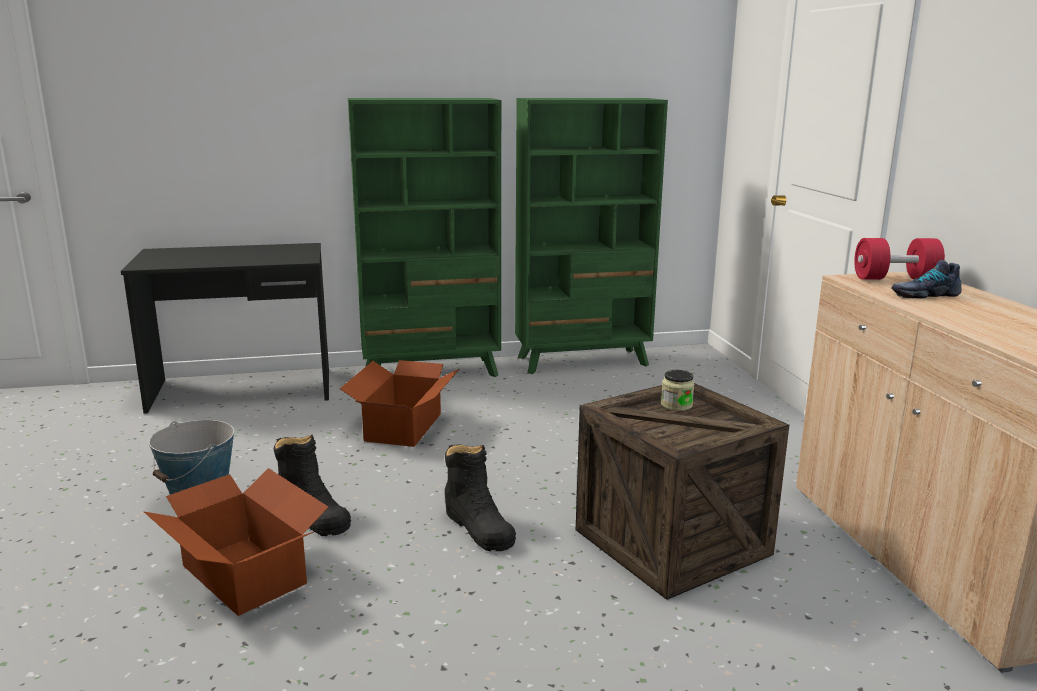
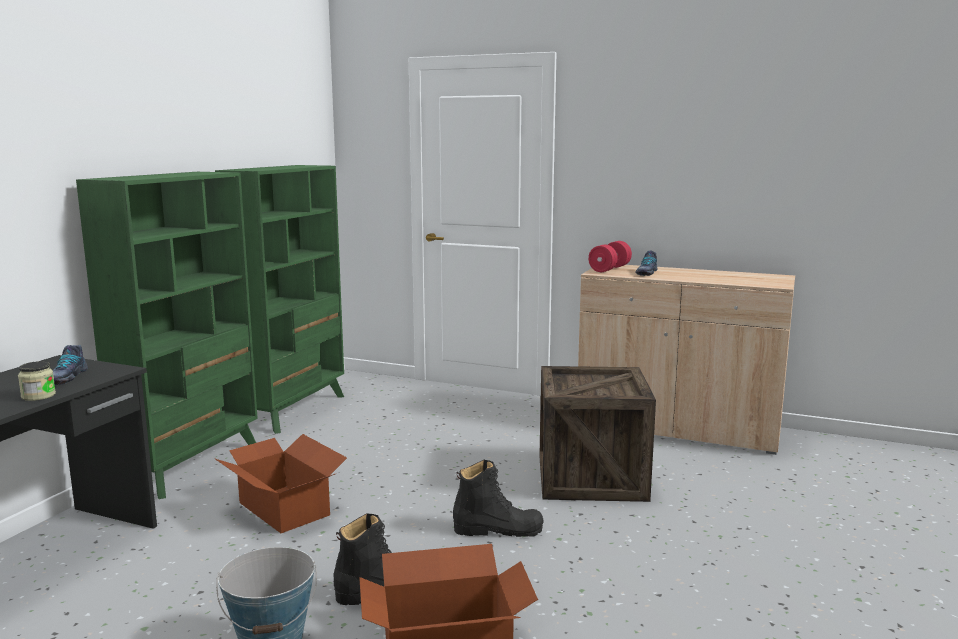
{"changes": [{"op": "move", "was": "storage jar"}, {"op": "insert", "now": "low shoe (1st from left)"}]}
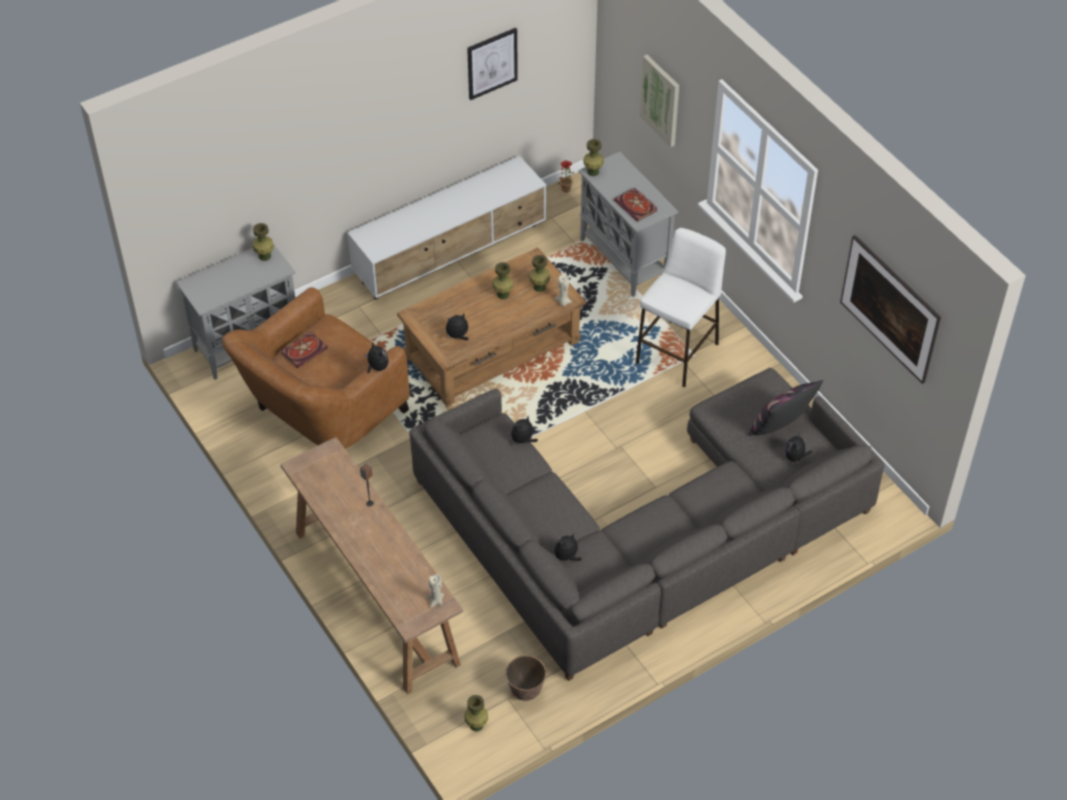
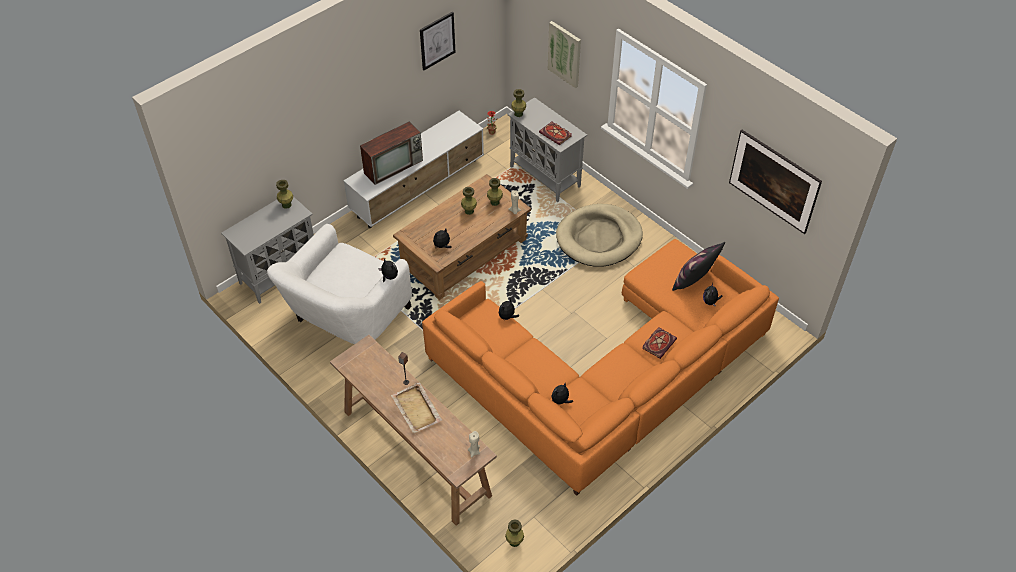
{"changes": [{"op": "recolor", "was": "armchair in brown-coloured", "now": "armchair in whitish"}, {"op": "move", "was": "volume (1st from left in the first image)", "now": "volume (2nd from left)"}, {"op": "recolor", "was": "couch in grey", "now": "couch in orangey"}, {"op": "delete", "was": "flower pot"}, {"op": "replace", "was": "stool in whitish", "now": "dog cushion in sand-coloured"}, {"op": "insert", "now": "television"}, {"op": "insert", "now": "serving tray in sand-coloured"}]}
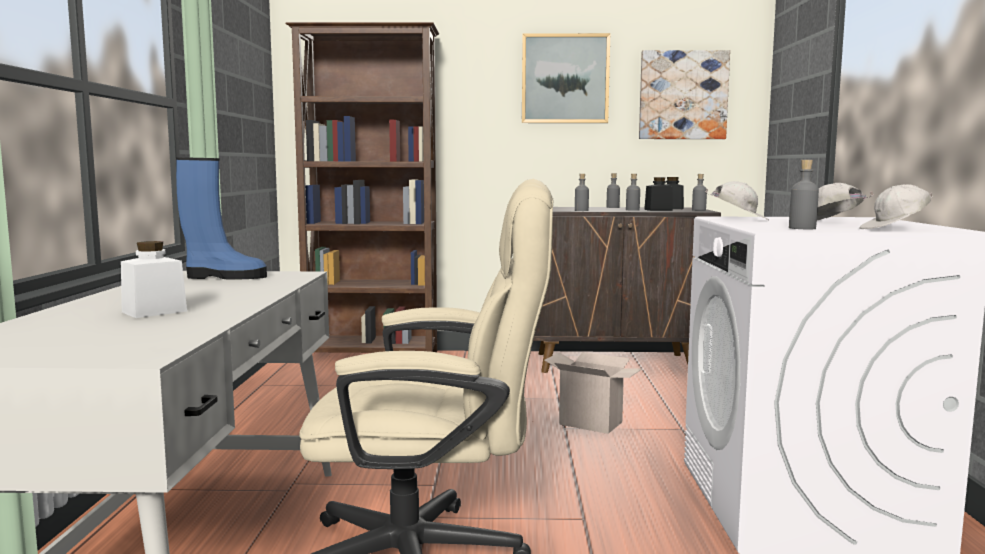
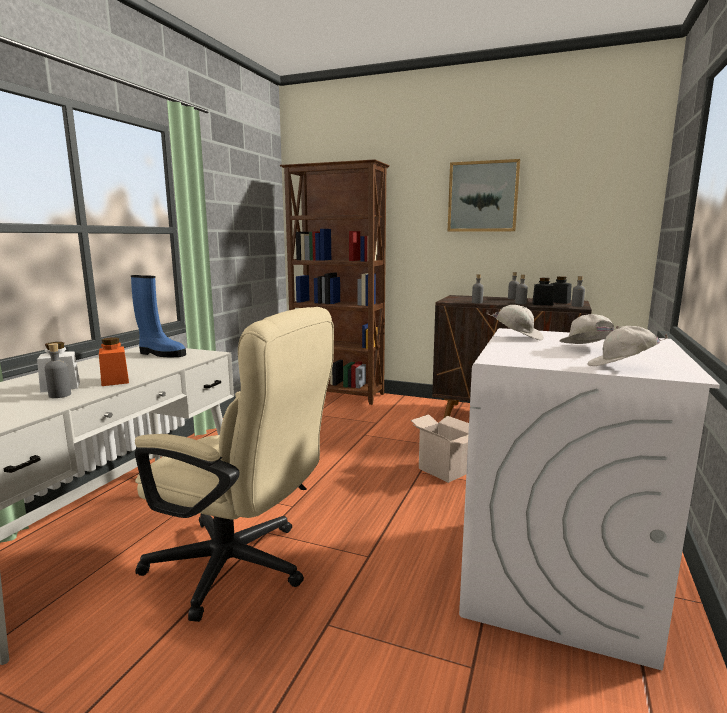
{"changes": [{"op": "delete", "was": "wall picture (2nd from left)"}, {"op": "move", "was": "bottle in grey (5th from left in the first image)", "now": "bottle in grey (1st from left)"}, {"op": "insert", "now": "storage jar in orangey"}]}
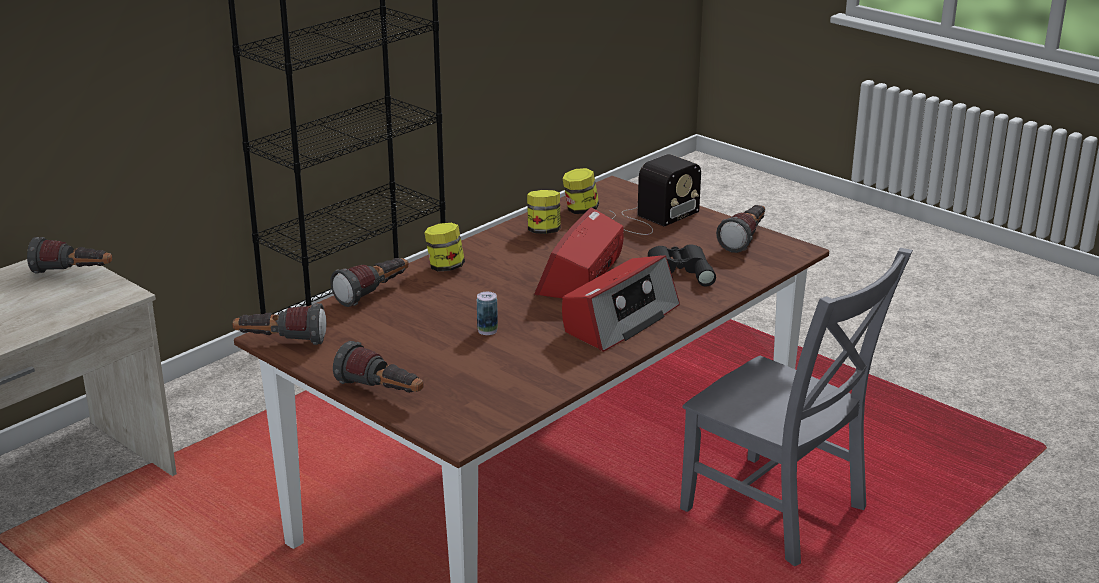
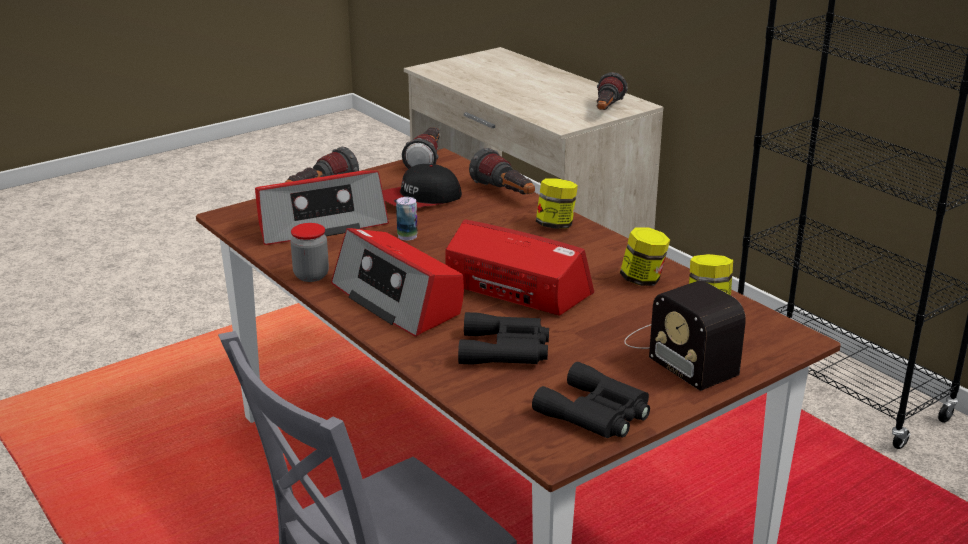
{"changes": [{"op": "replace", "was": "torch (5th from left)", "now": "pair of binoculars in blackish (2nd from left)"}, {"op": "insert", "now": "radio (1st from left)"}, {"op": "insert", "now": "storage jar (1st from left)"}, {"op": "insert", "now": "peaked cap"}]}
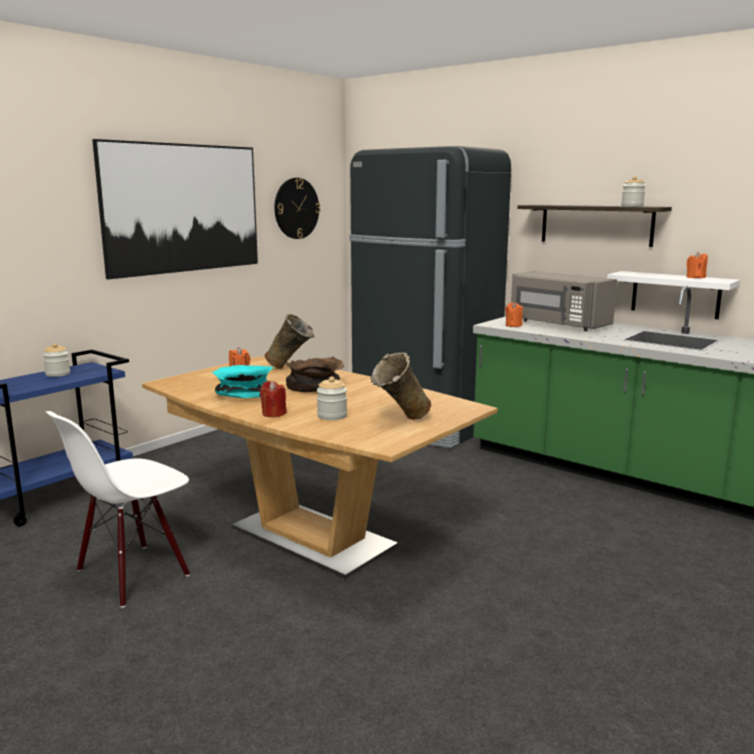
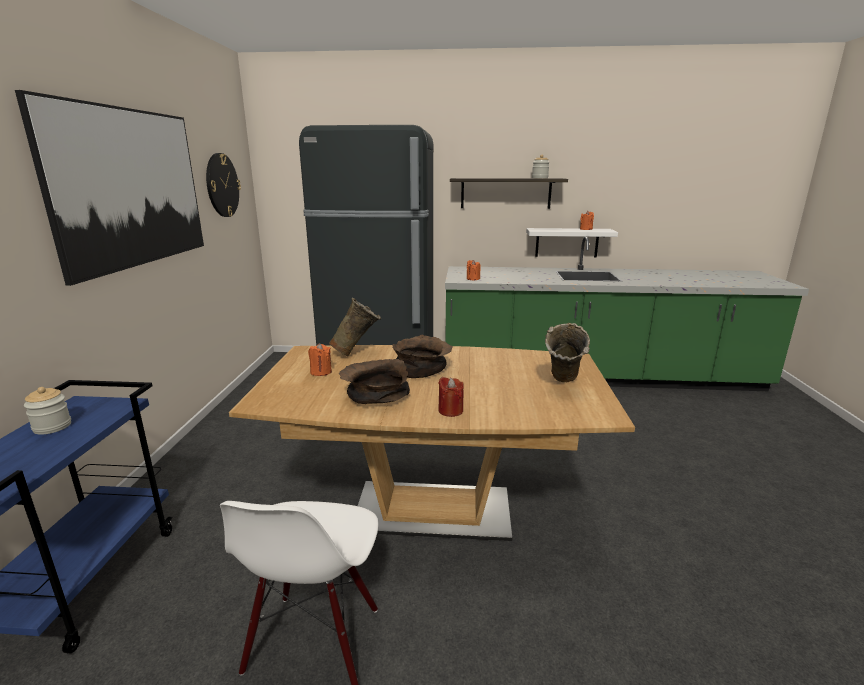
{"changes": [{"op": "recolor", "was": "serving bowl in blue-green", "now": "serving bowl in brown-coloured (1st from left)"}, {"op": "delete", "was": "storage jar (2nd from left)"}, {"op": "delete", "was": "microwave oven in grey"}]}
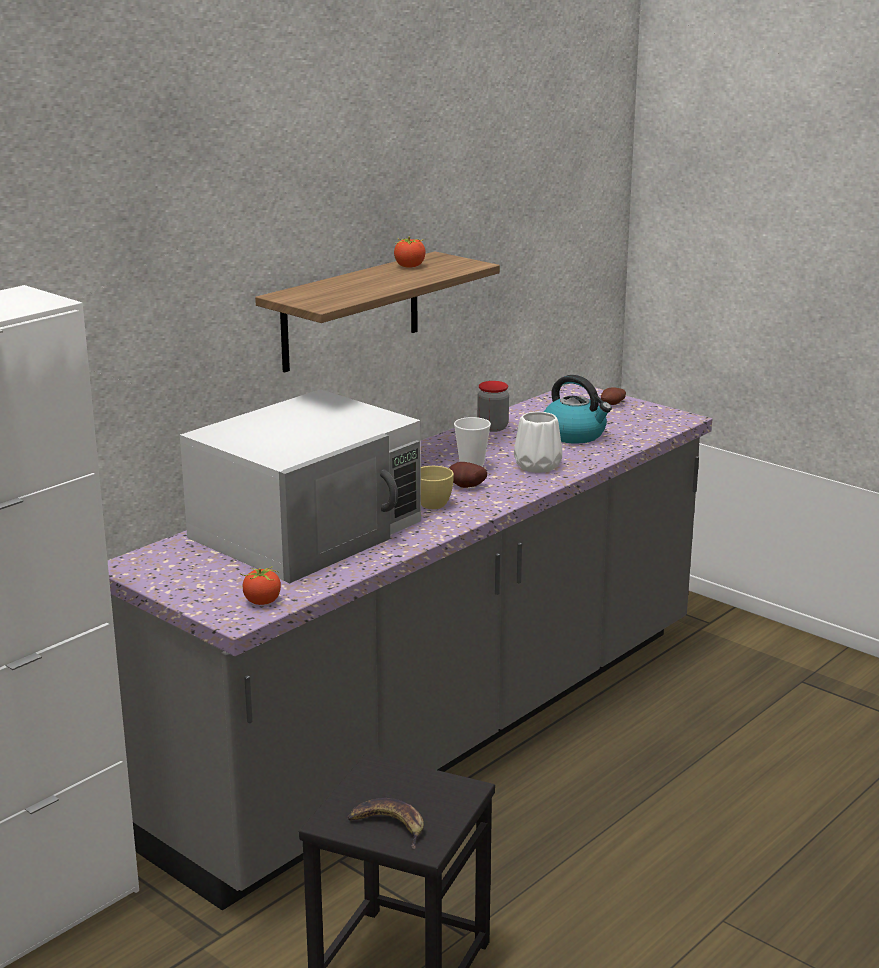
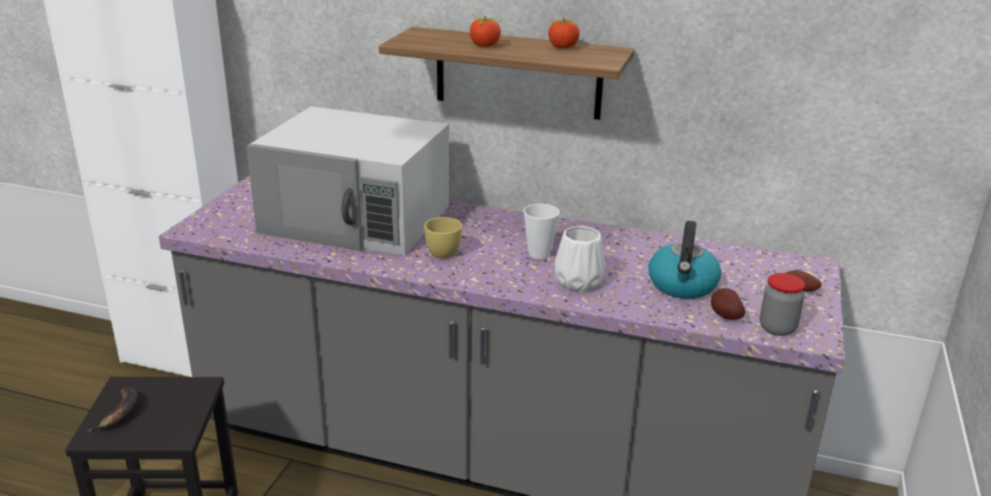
{"changes": [{"op": "move", "was": "tomato (1st from left)"}, {"op": "move", "was": "whole potato (1st from left)"}, {"op": "move", "was": "storage jar"}]}
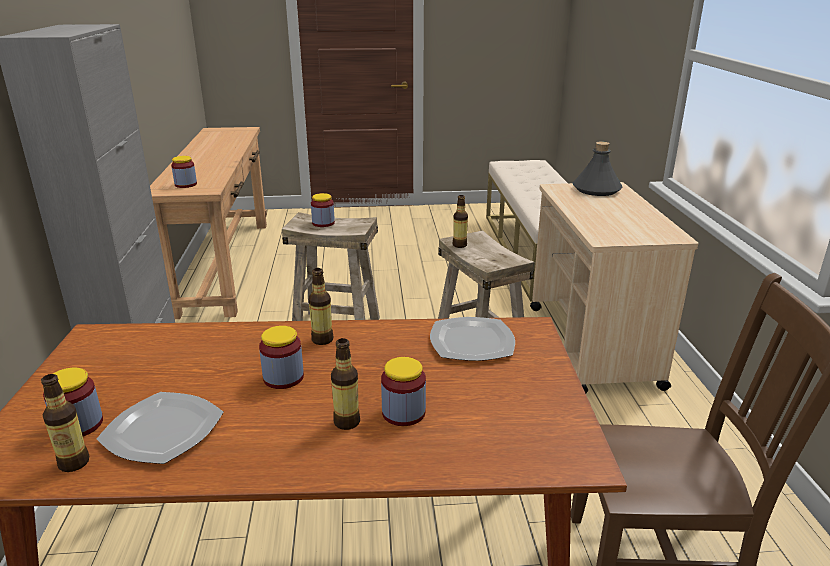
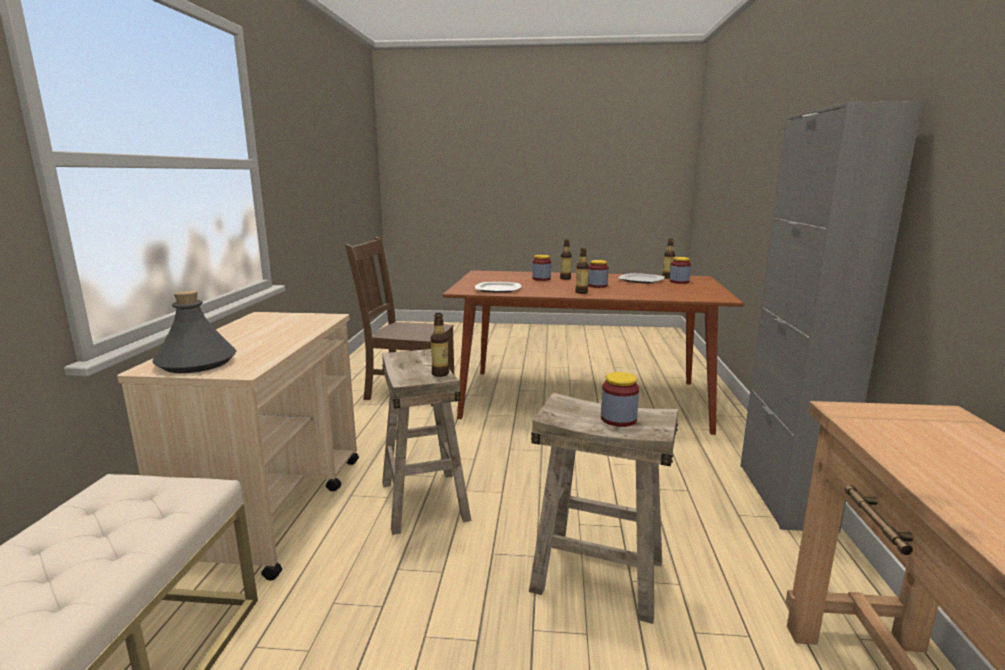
{"changes": [{"op": "delete", "was": "storage jar (2nd from left)"}]}
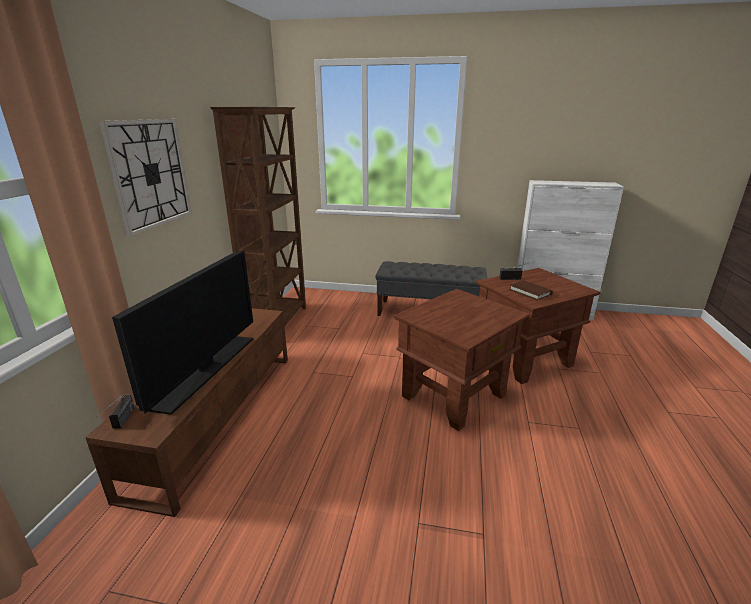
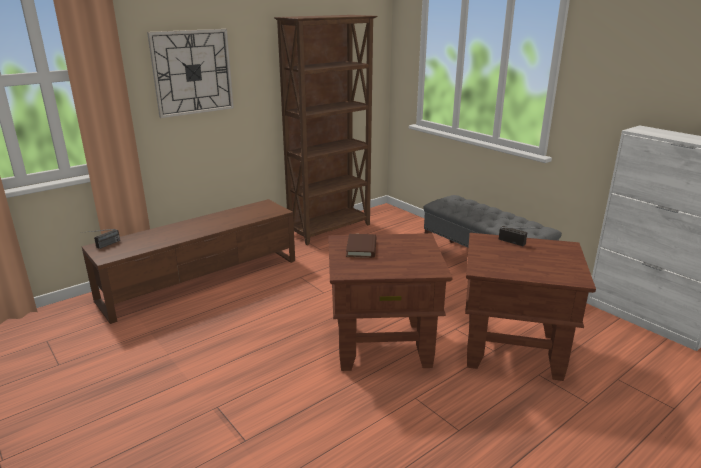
{"changes": [{"op": "delete", "was": "television"}, {"op": "move", "was": "volume in brown-coloured"}]}
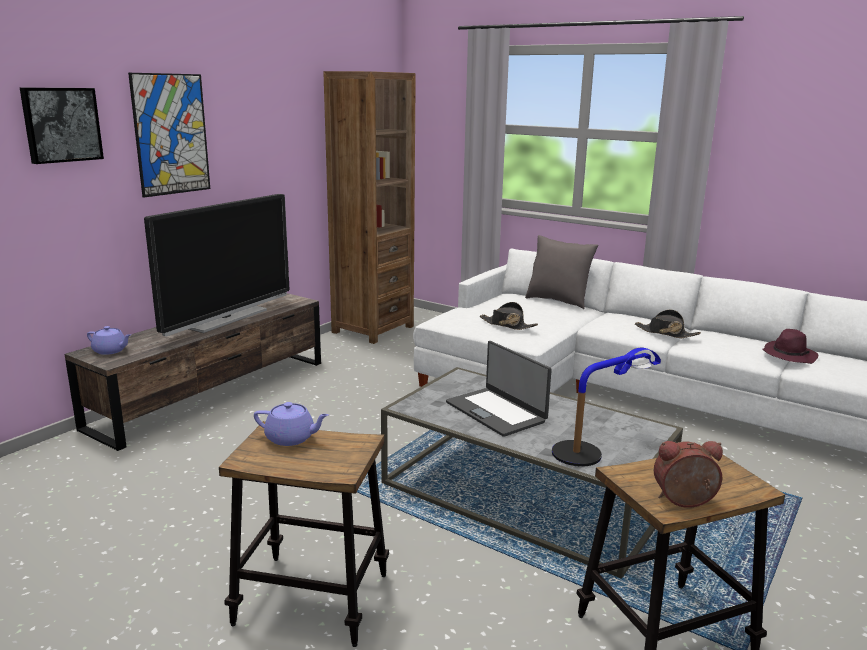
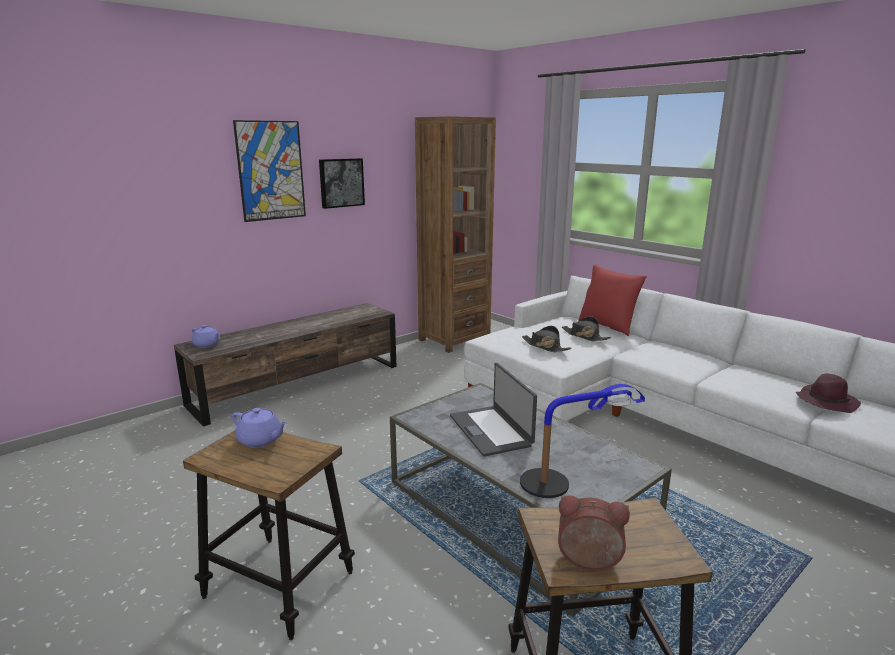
{"changes": [{"op": "move", "was": "wall picture (1st from left in the first image)", "now": "wall picture (2nd from left)"}, {"op": "delete", "was": "television"}, {"op": "recolor", "was": "throw pillow in grey", "now": "throw pillow in red"}, {"op": "move", "was": "wearable hat in blackish (2nd from left)"}]}
